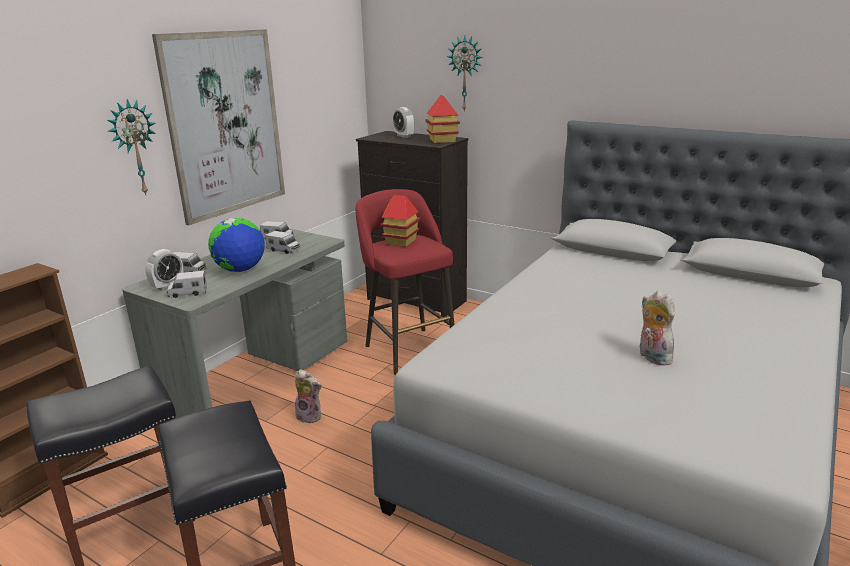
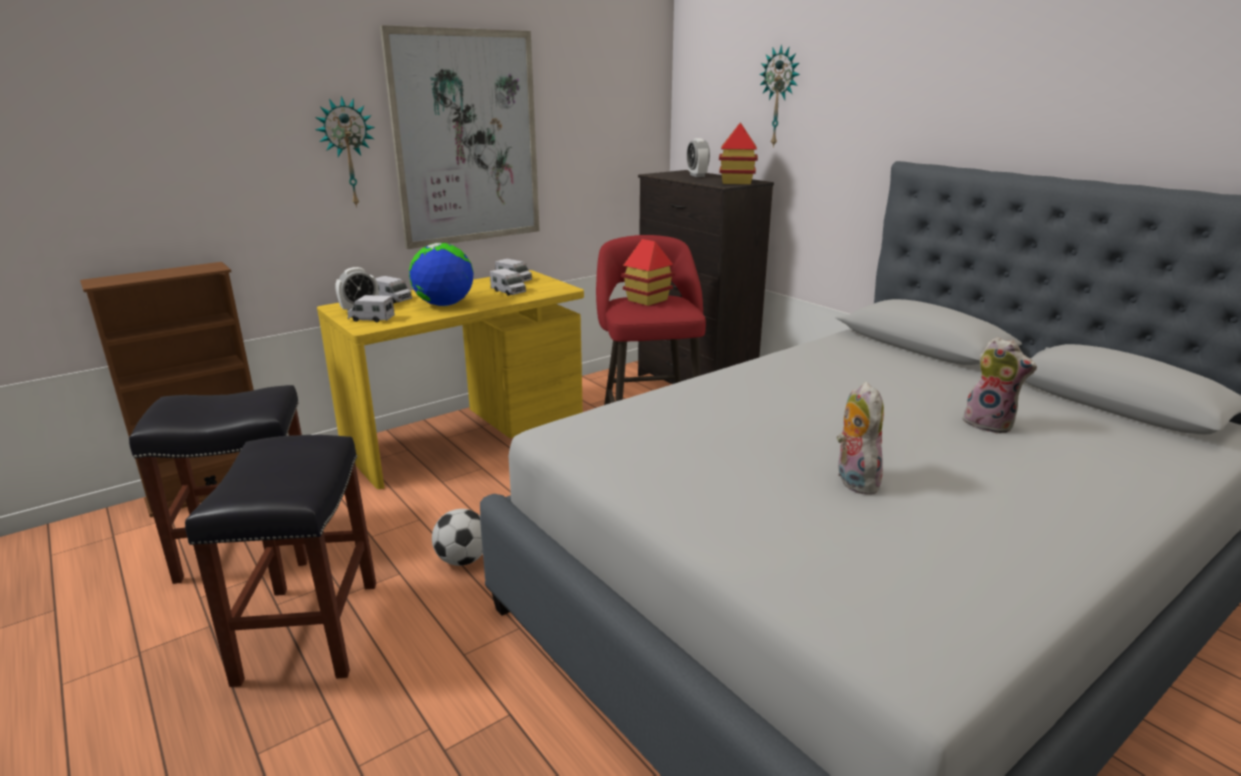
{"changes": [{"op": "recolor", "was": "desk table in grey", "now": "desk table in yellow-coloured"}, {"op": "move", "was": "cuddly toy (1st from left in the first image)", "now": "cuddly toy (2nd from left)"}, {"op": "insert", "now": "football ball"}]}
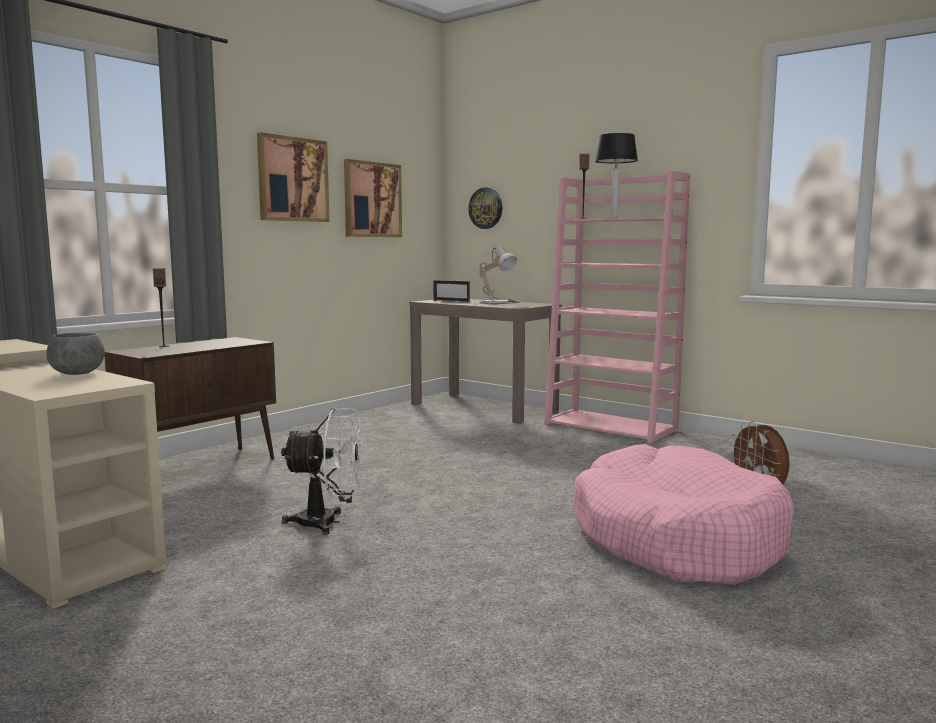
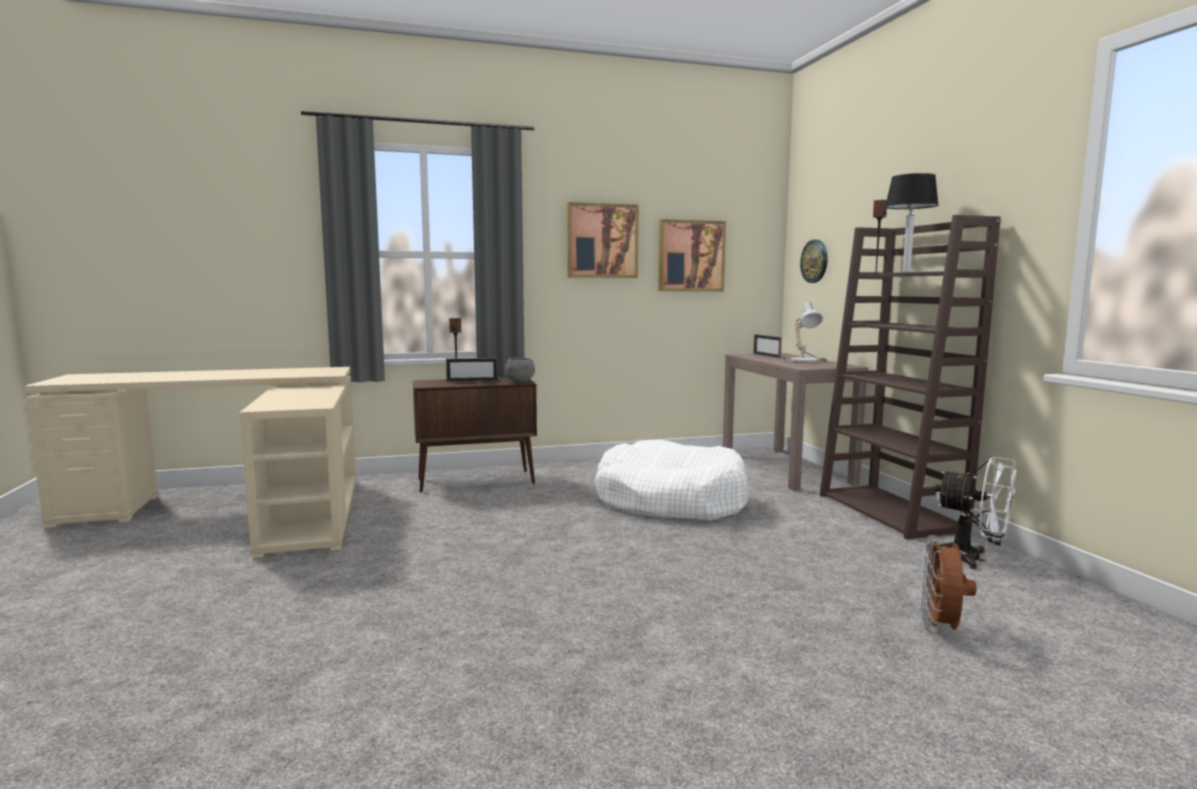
{"changes": [{"op": "move", "was": "serving bowl in grey"}, {"op": "move", "was": "electric fan in whitish"}, {"op": "recolor", "was": "shelving unit in pink", "now": "shelving unit in brown-coloured"}, {"op": "delete", "was": "dog cushion in pink"}, {"op": "insert", "now": "photo frame (1st from left)"}, {"op": "insert", "now": "dog cushion in whitish"}]}
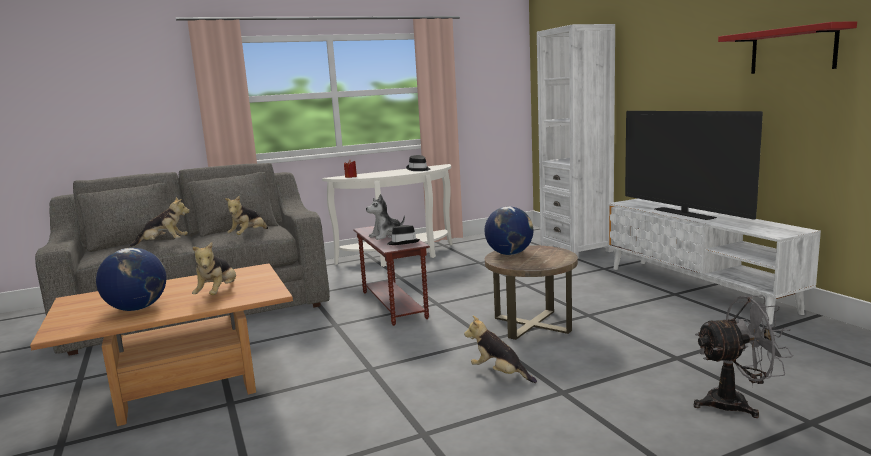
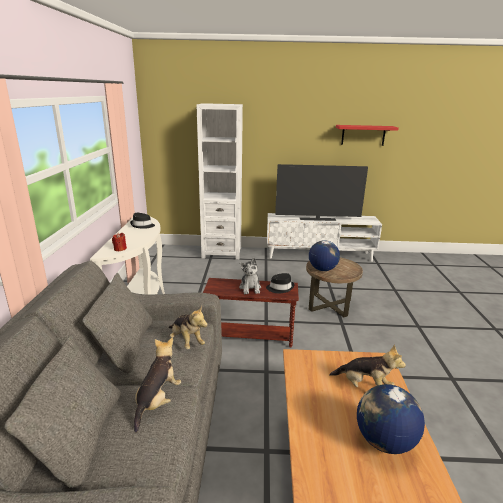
{"changes": [{"op": "delete", "was": "cuddly toy (5th from left)"}, {"op": "delete", "was": "electric fan in grey"}]}
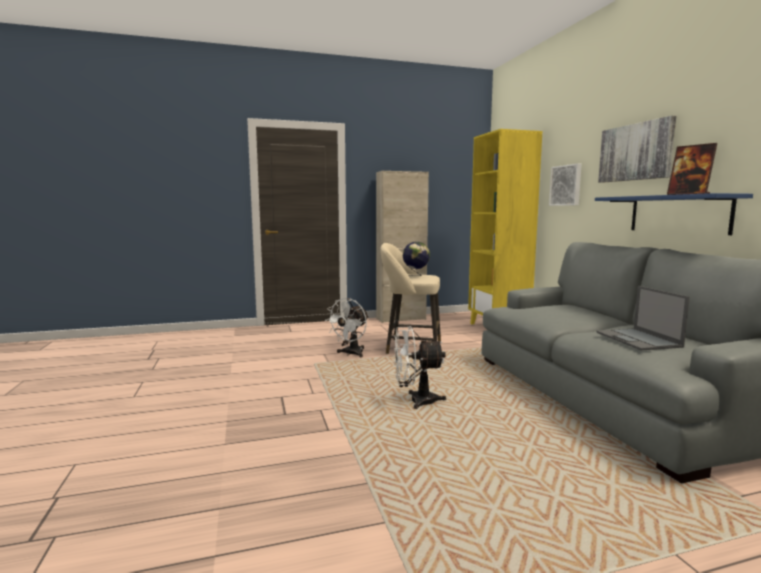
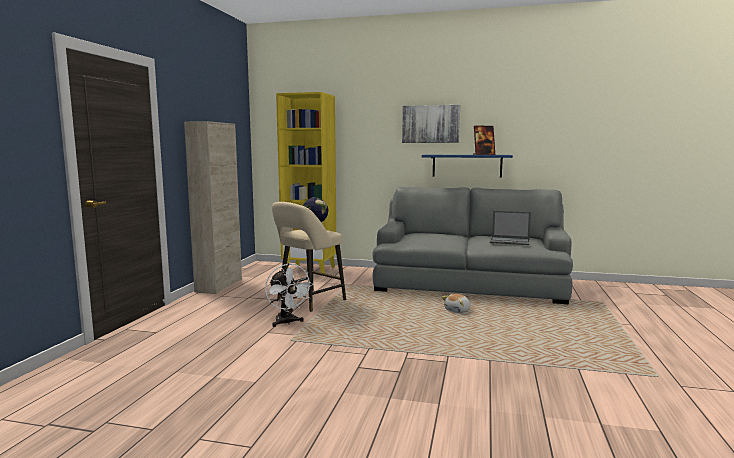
{"changes": [{"op": "delete", "was": "electric fan in whitish (2nd from left)"}, {"op": "delete", "was": "wall picture (1st from left)"}, {"op": "insert", "now": "cuddly toy"}]}
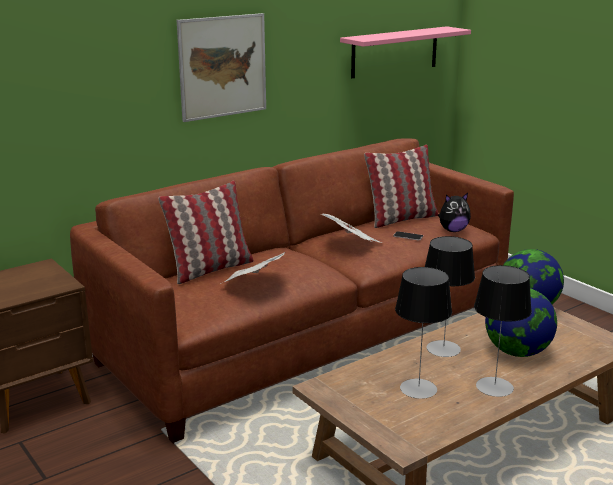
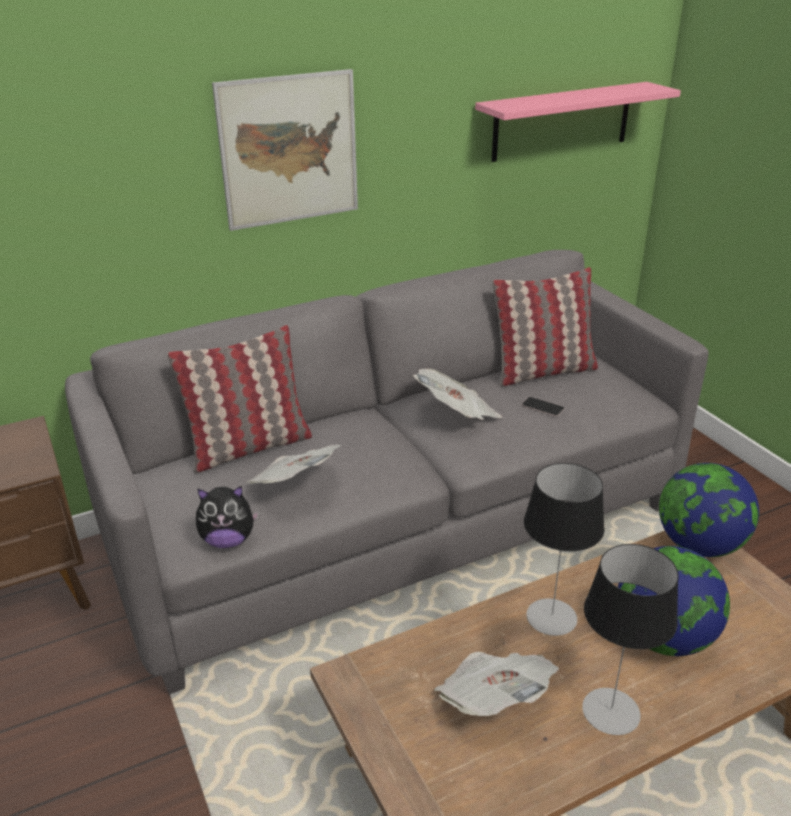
{"changes": [{"op": "recolor", "was": "couch in brown-coloured", "now": "couch in grey"}, {"op": "replace", "was": "table lamp (1st from left)", "now": "daily paper (3rd from left)"}, {"op": "move", "was": "cuddly toy"}]}
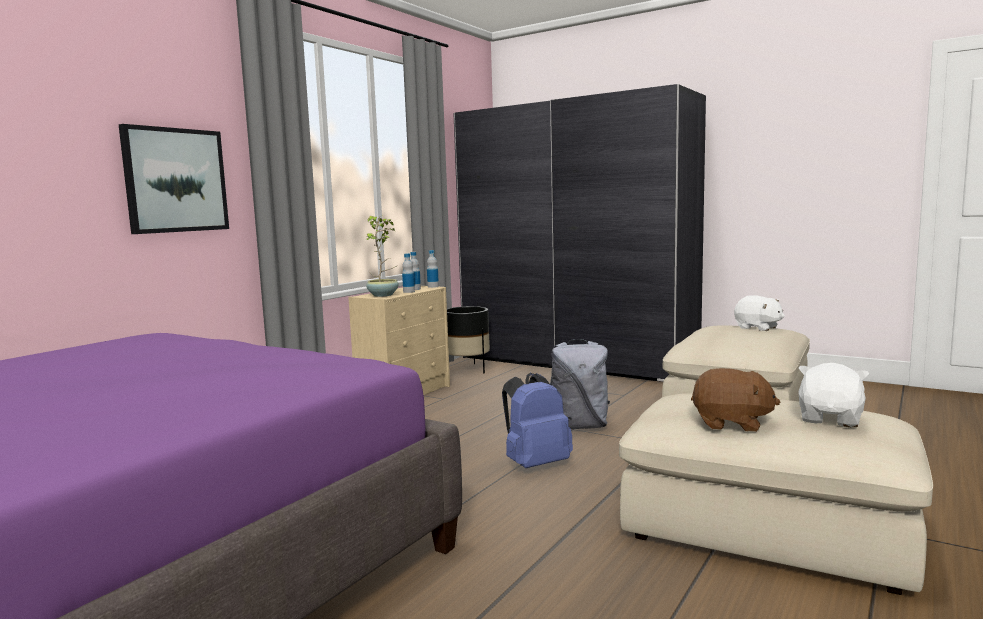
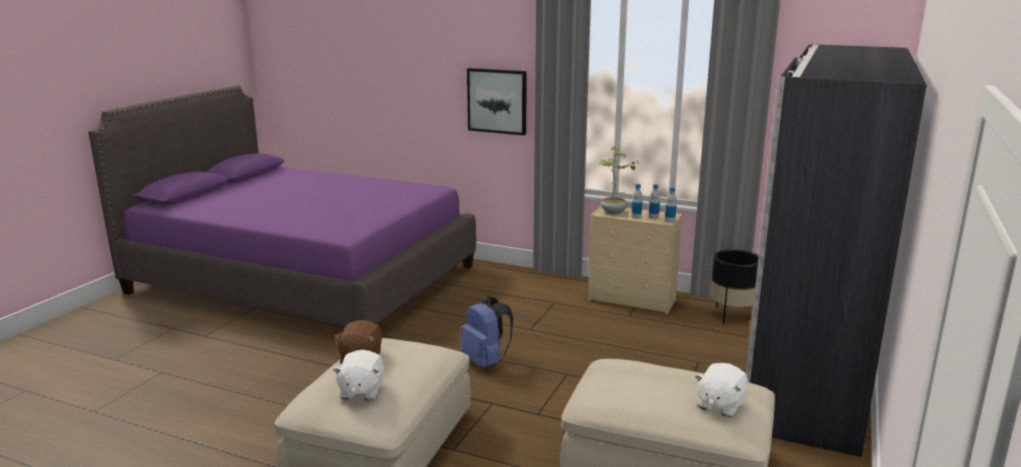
{"changes": [{"op": "delete", "was": "backpack in grey"}, {"op": "rotate", "was": "cuddly toy in whitish (2nd from left in the first image)", "clockwise": 75}]}
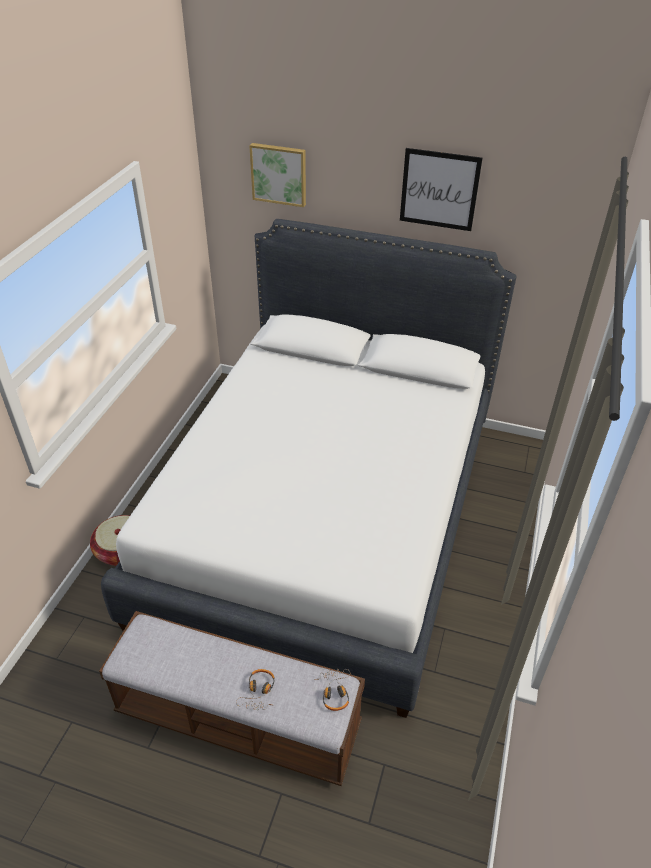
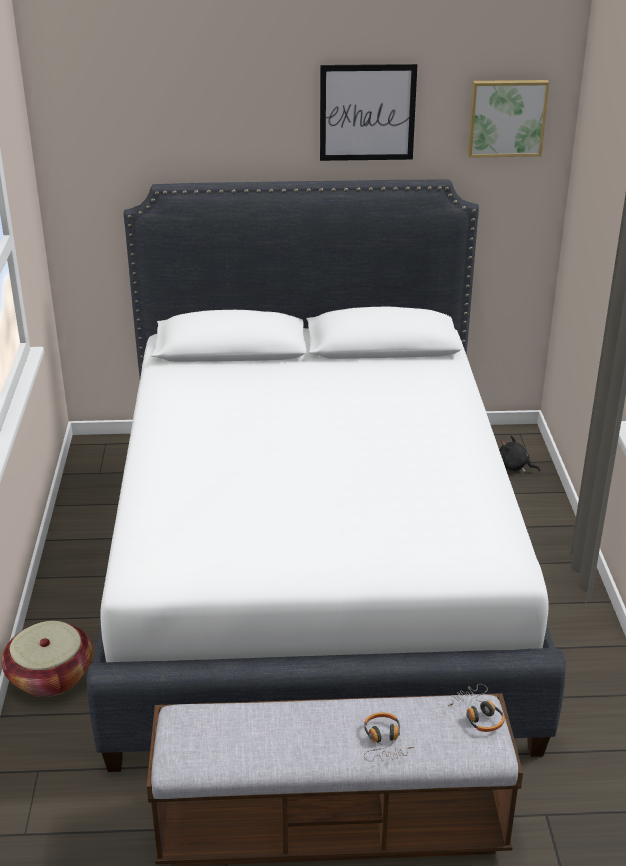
{"changes": [{"op": "move", "was": "wall picture (1st from left in the first image)", "now": "wall picture (2nd from left)"}, {"op": "insert", "now": "cuddly toy in blackish"}]}
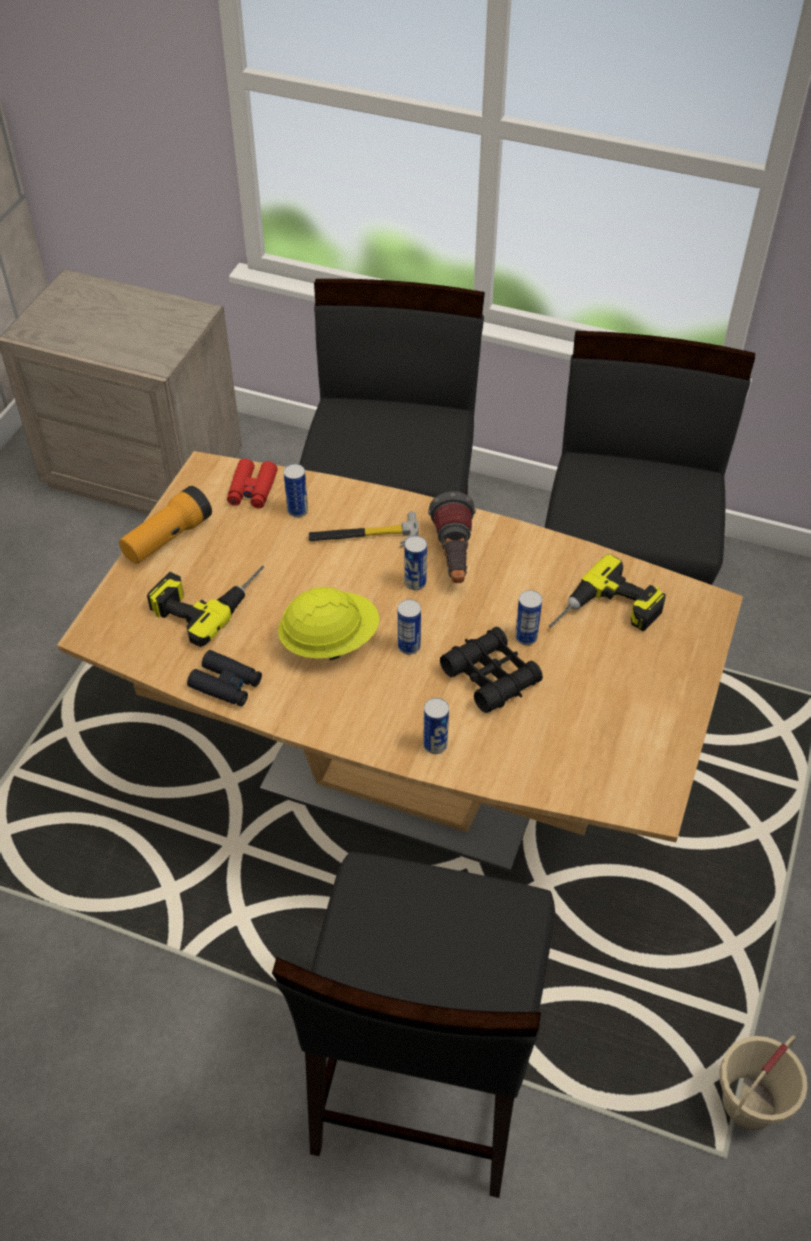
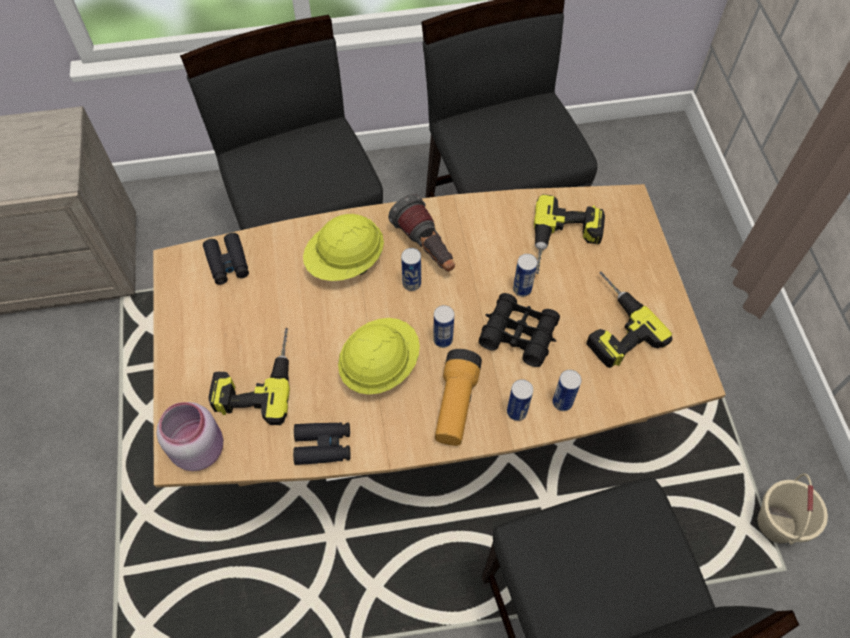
{"changes": [{"op": "move", "was": "torch (1st from left in the first image)", "now": "torch (2nd from left)"}, {"op": "recolor", "was": "pair of binoculars in red", "now": "pair of binoculars in blackish (1st from left)"}, {"op": "move", "was": "sealed can (1st from left in the first image)", "now": "sealed can (5th from left)"}, {"op": "replace", "was": "tool hammer", "now": "hard hat in yellow-coloured (1st from left)"}, {"op": "insert", "now": "storage jar in pink"}, {"op": "insert", "now": "electric drill (3rd from left)"}]}
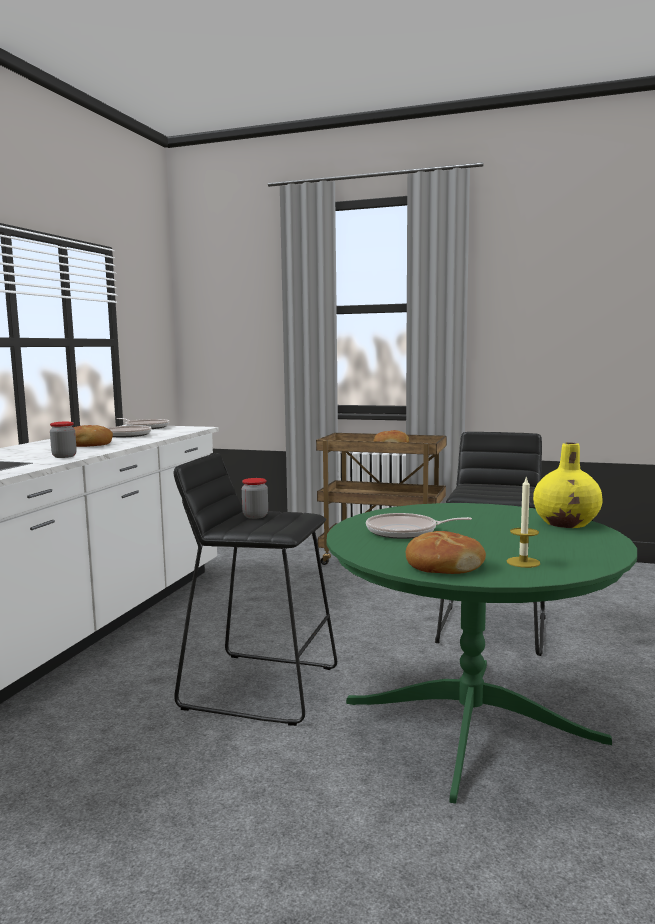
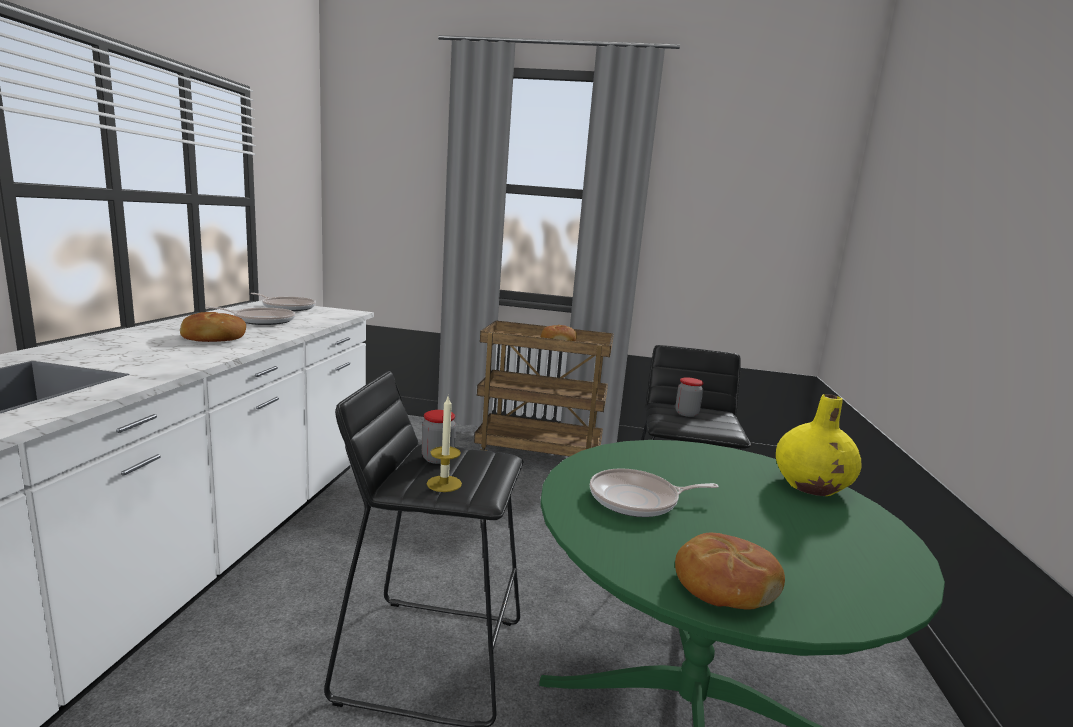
{"changes": [{"op": "move", "was": "storage jar (1st from left in the first image)", "now": "storage jar (2nd from left)"}, {"op": "move", "was": "candle"}]}
